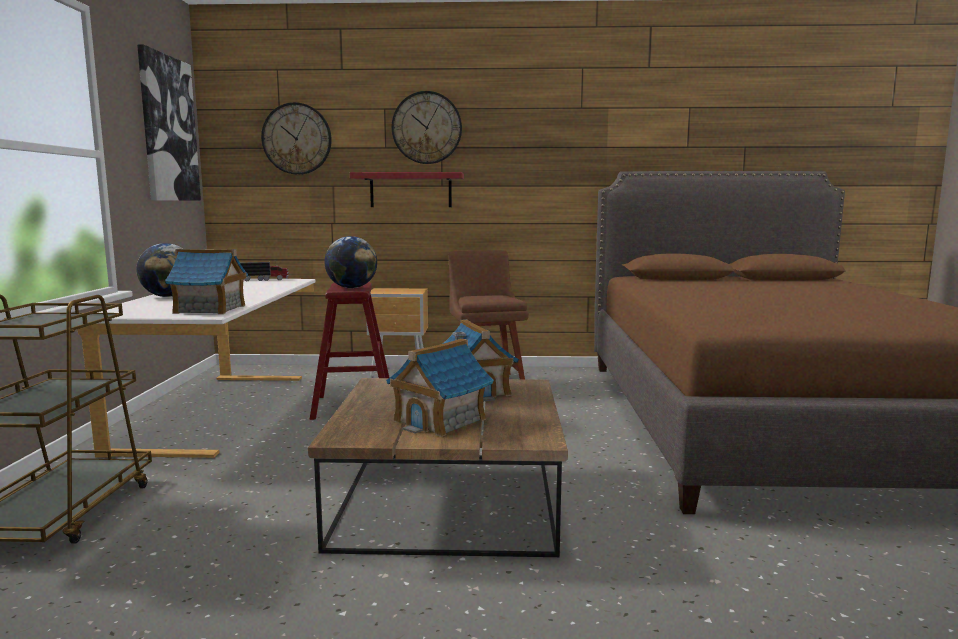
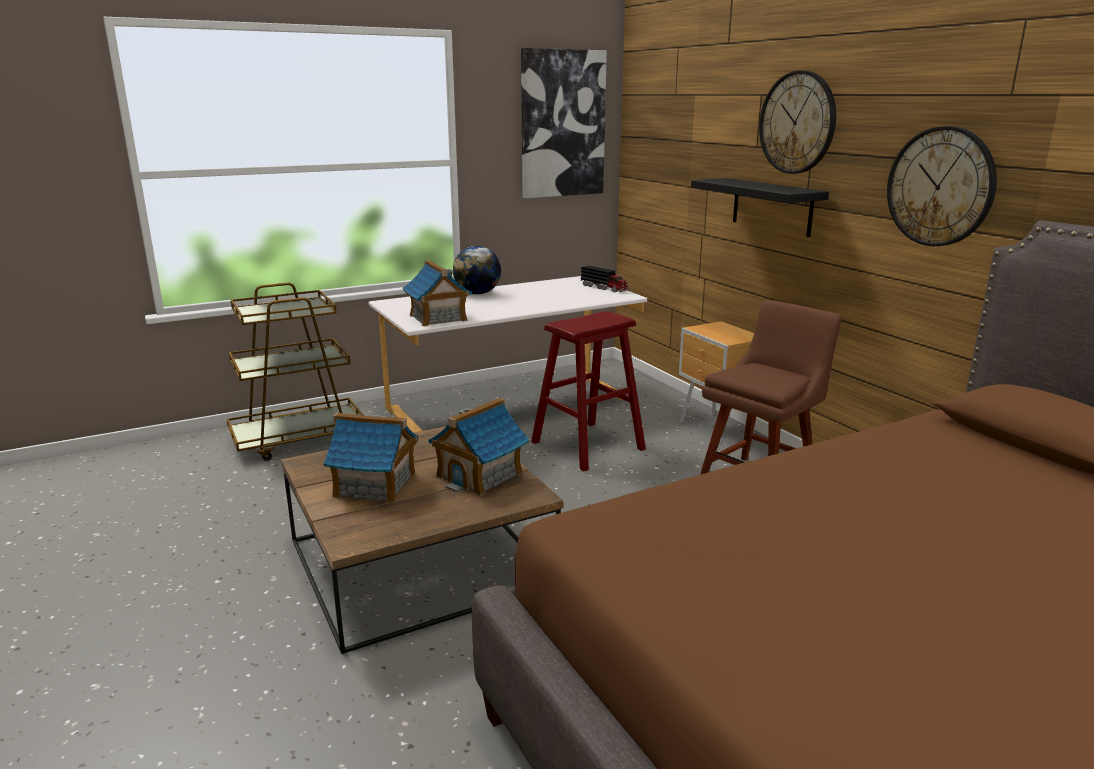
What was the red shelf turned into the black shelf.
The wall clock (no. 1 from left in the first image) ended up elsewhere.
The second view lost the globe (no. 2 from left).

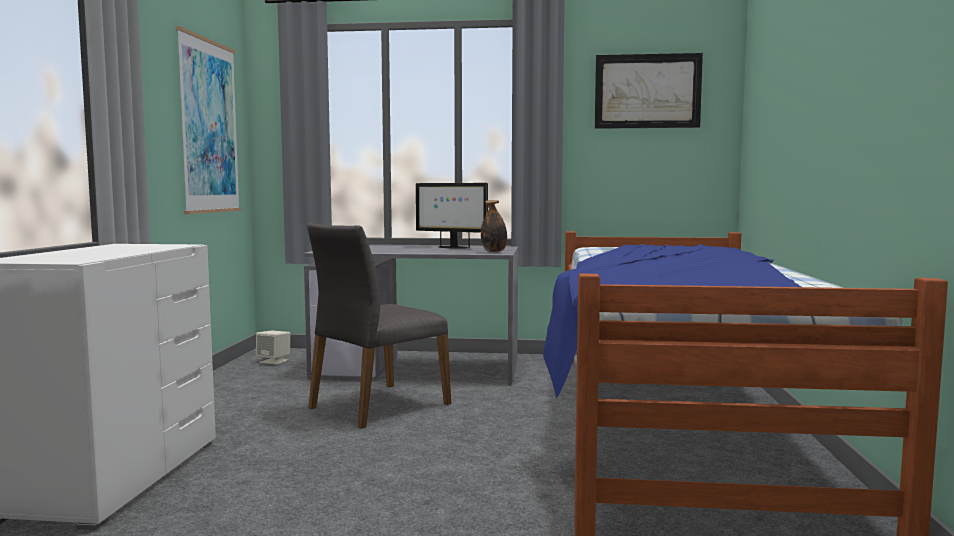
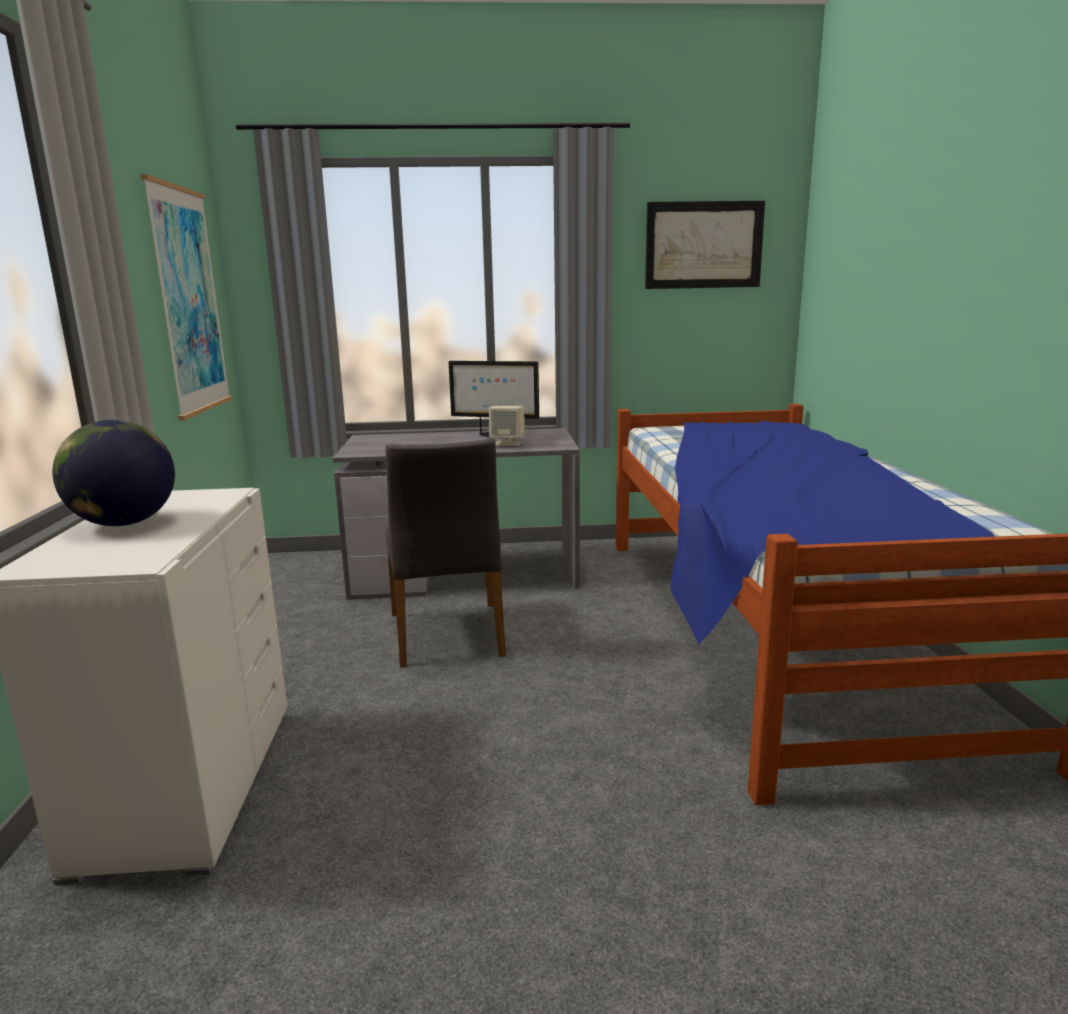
The second view gained the globe.
The grey chair ended up facing another way, 45 degrees counterclockwise from before.
The beige speaker ended up elsewhere.
The second view lost the bottle.

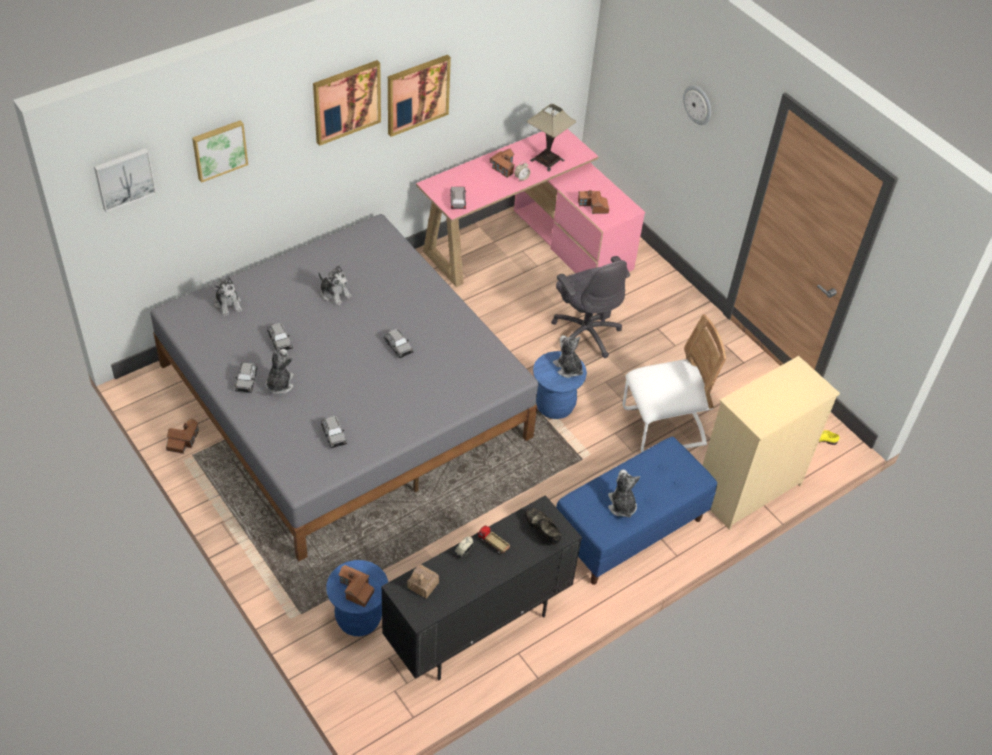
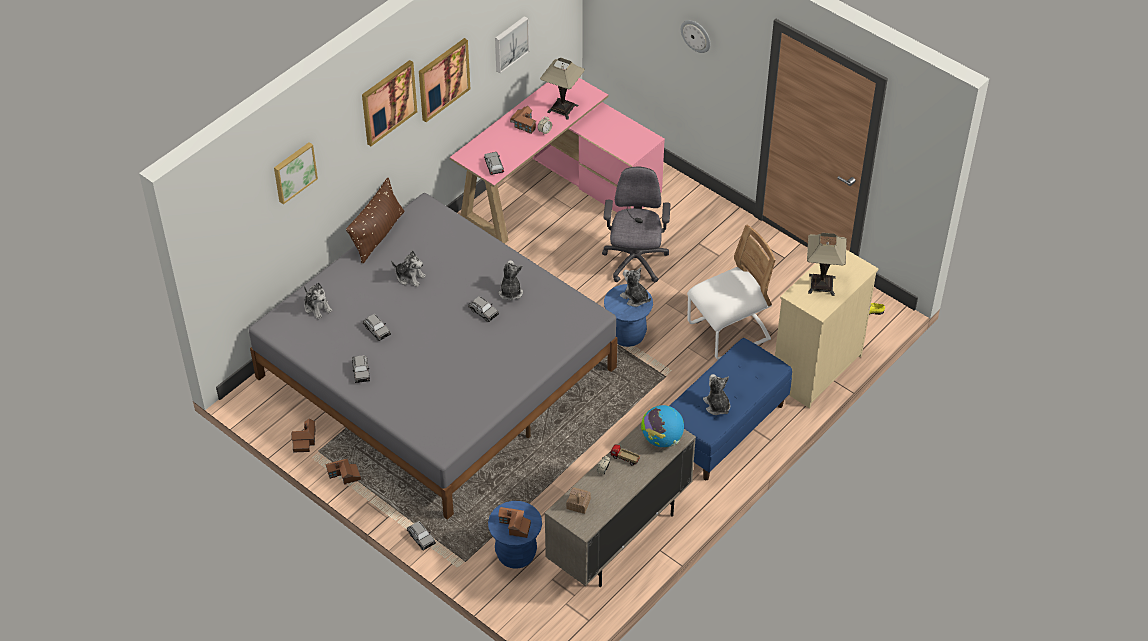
The toy house (no. 5 from left in the first image) ended up elsewhere.
The second view gained the brown pillow.
The grey toy car (no. 3 from left) ended up elsewhere.
The picture (no. 1 from left in the first image) ended up elsewhere.
The plush toy (no. 2 from left in the first image) ended up elsewhere.
What was the black cabinet turned into the beige cabinet.
The grey office chair ended up facing another way, 135 degrees counterclockwise from before.
Where the black shoe stood, the globe came to stand.
The second view gained the table lamp (no. 2 from left).

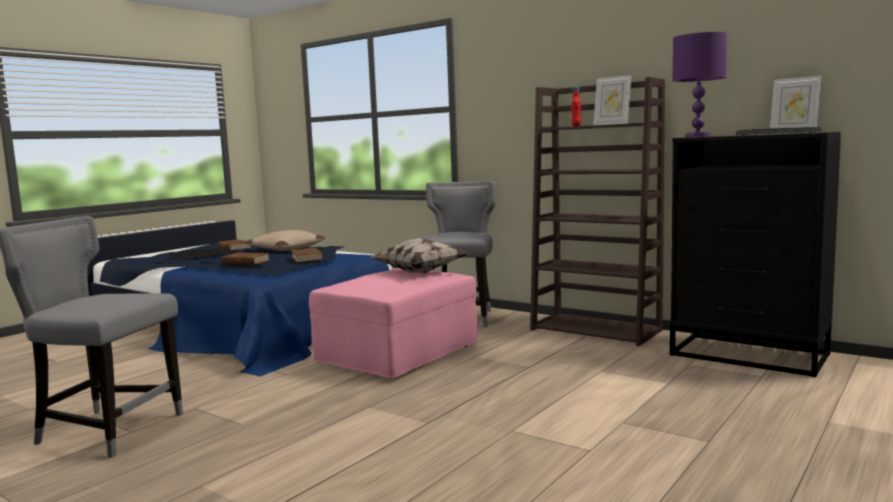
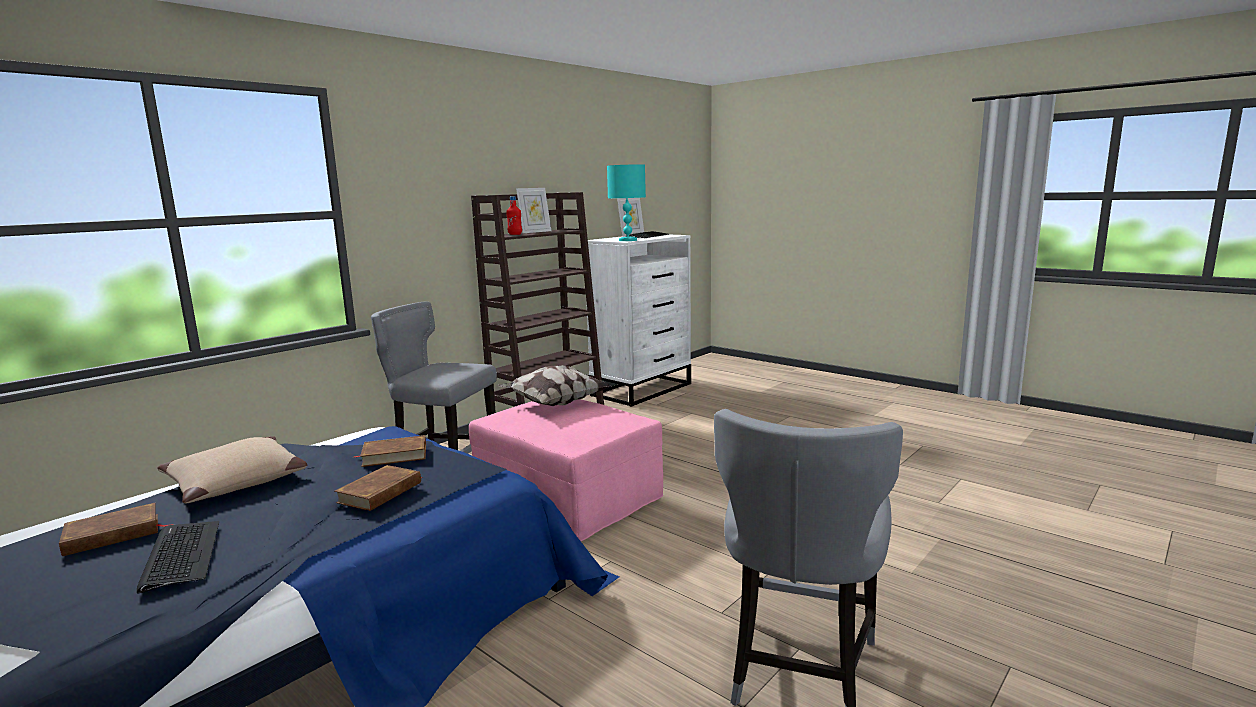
What was the black dresser turned into the white dresser.
What was the purple table lamp turned into the turquoise table lamp.

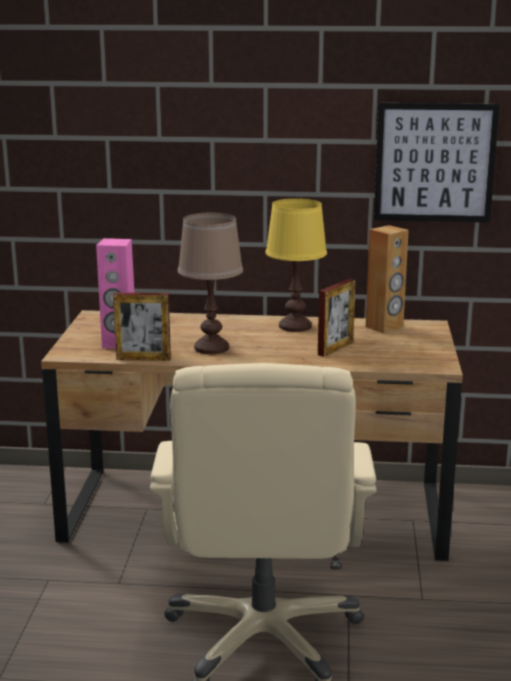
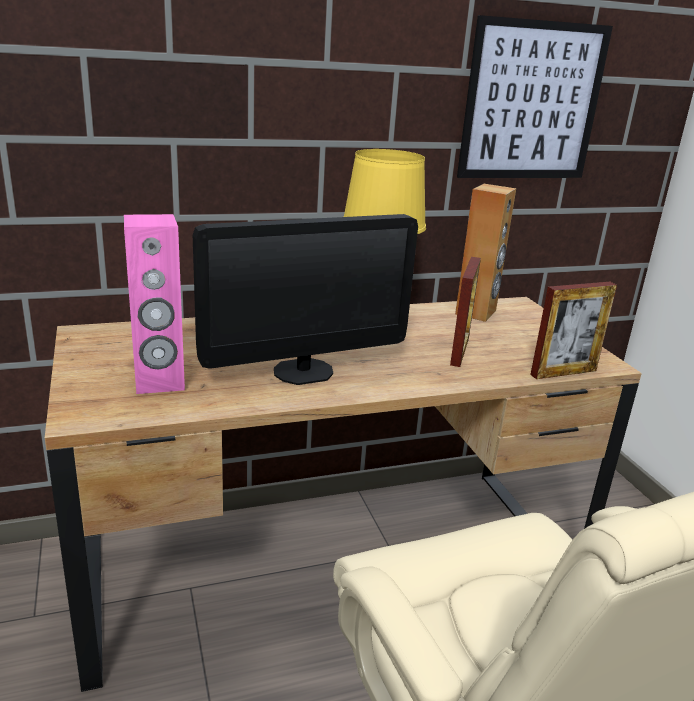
Where the brown table lamp stood, the monitor came to stand.
The picture frame (no. 1 from left in the first image) ended up elsewhere.

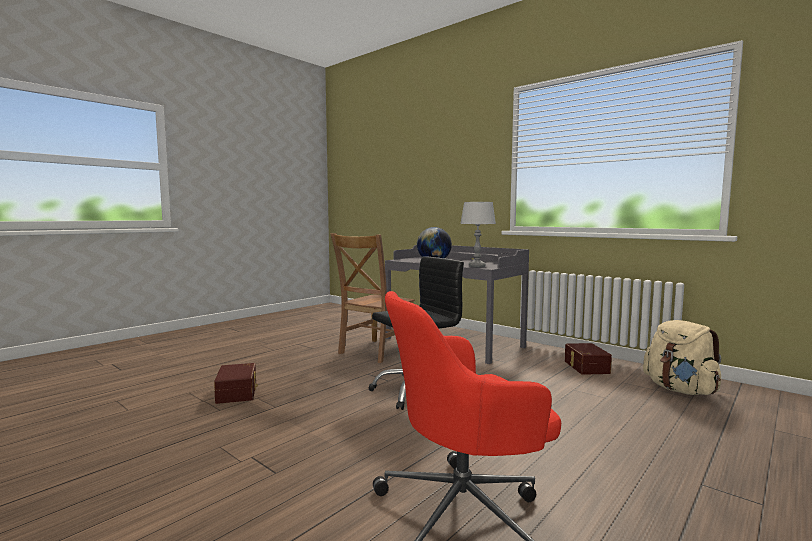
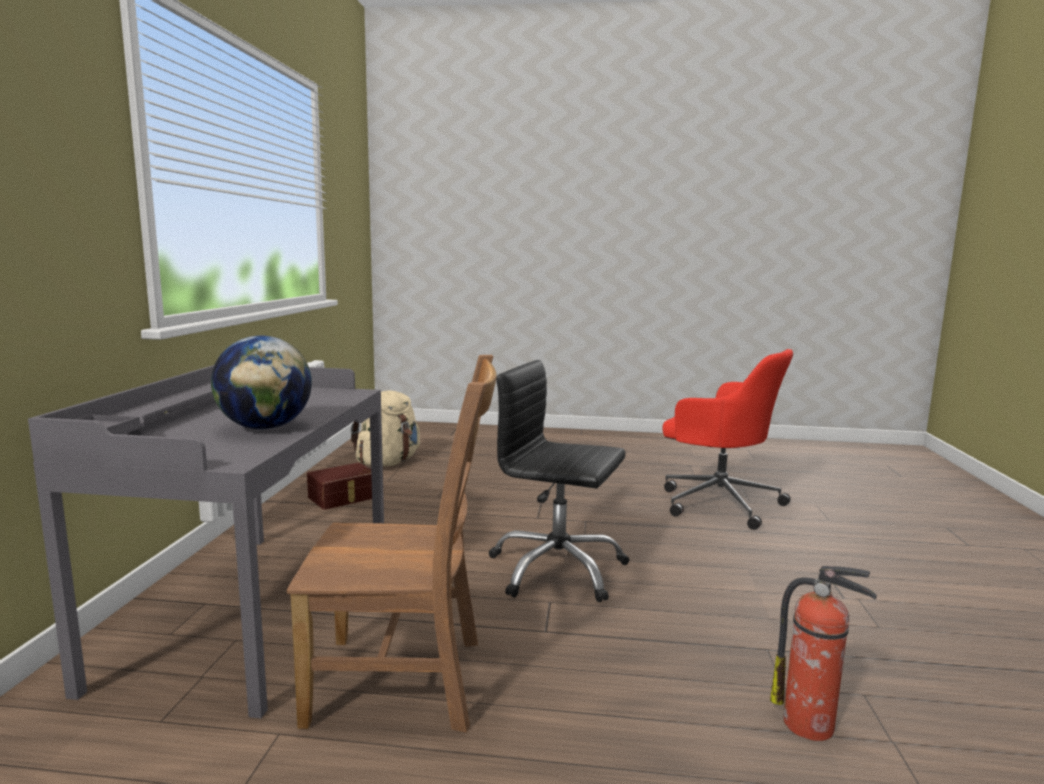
Where the brown storage box (no. 1 from left) stood, the fire extinguisher came to stand.
The second view lost the grey table lamp.

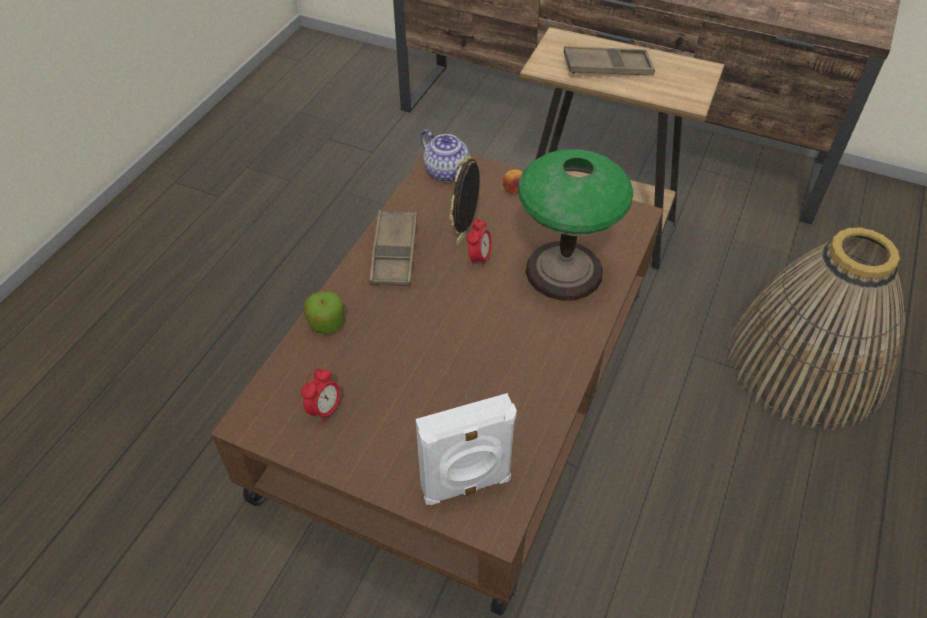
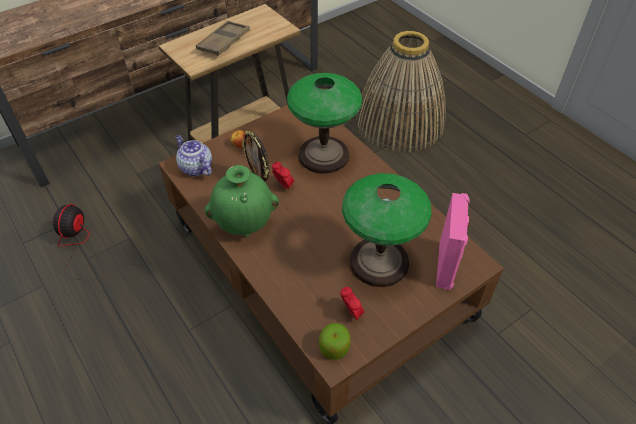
The second view gained the fan.
The teapot ended up facing another way, 120 degrees counterclockwise from before.
Where the brown tray (no. 1 from left) stood, the green vase came to stand.
The apple (no. 1 from left in the first image) ended up elsewhere.
The second view gained the table lamp (no. 2 from left).
What was the white speaker turned into the pink speaker.

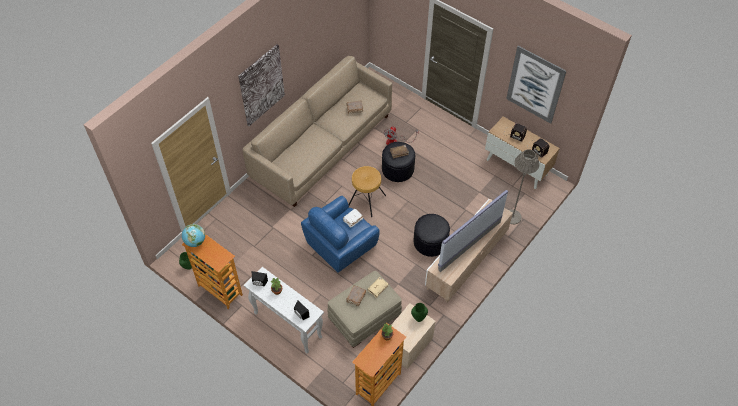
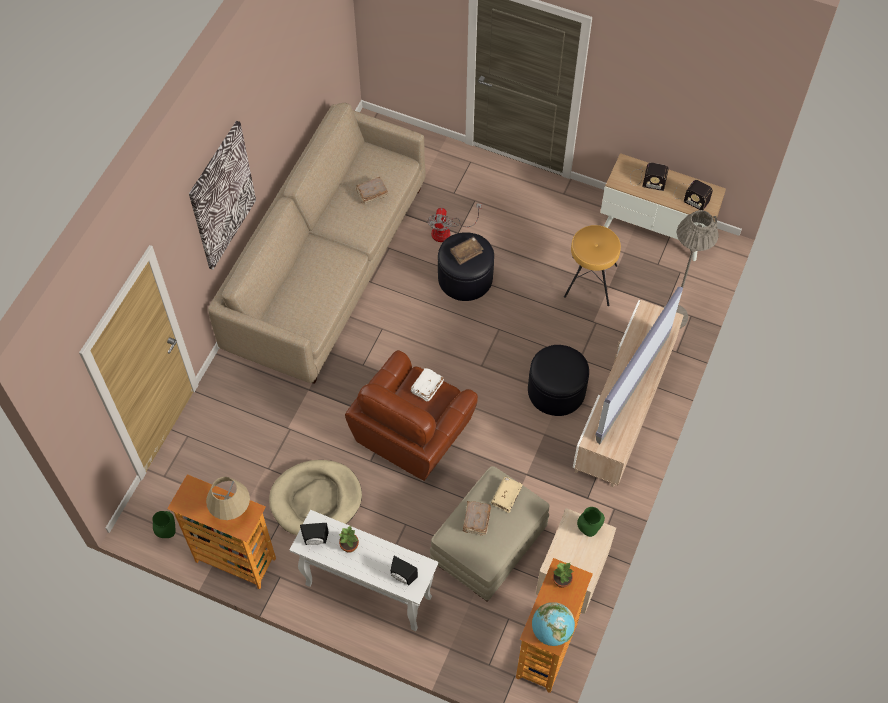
The second view gained the beige table lamp.
The second view gained the beige dog bed.
What was the blue armchair turned into the brown armchair.
The globe ended up elsewhere.
The brown stool ended up elsewhere.
The second view lost the picture (no. 2 from left).

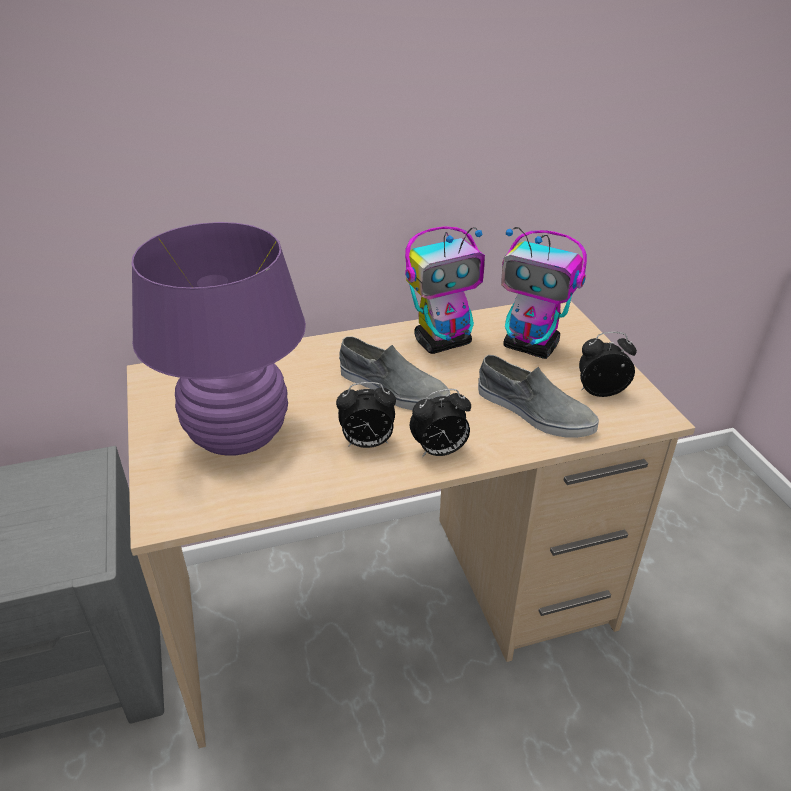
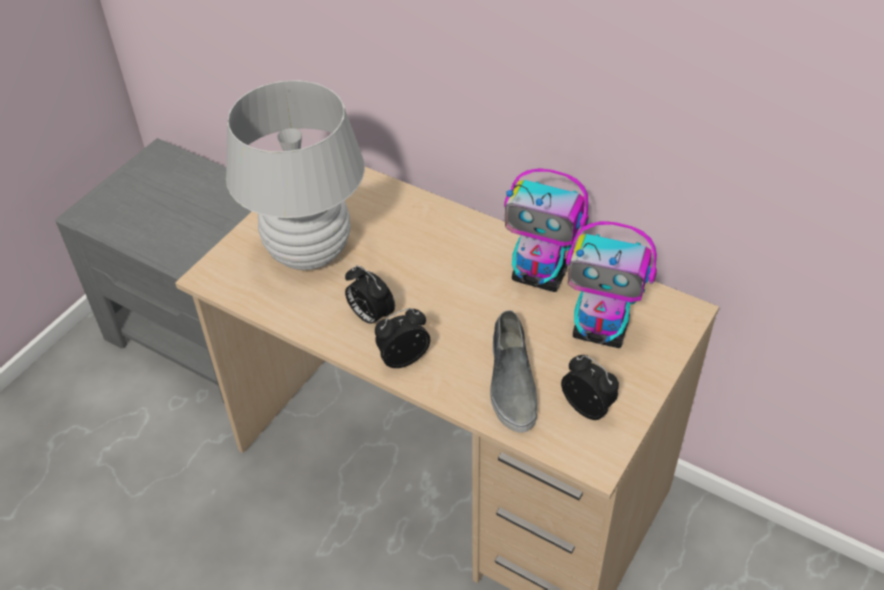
What was the purple table lamp turned into the white table lamp.
The alarm clock (no. 2 from left) ended up facing another way, 120 degrees clockwise from before.
The toy robot (no. 2 from left) ended up facing another way, 60 degrees counterclockwise from before.
The second view lost the grey shoe (no. 1 from left).

